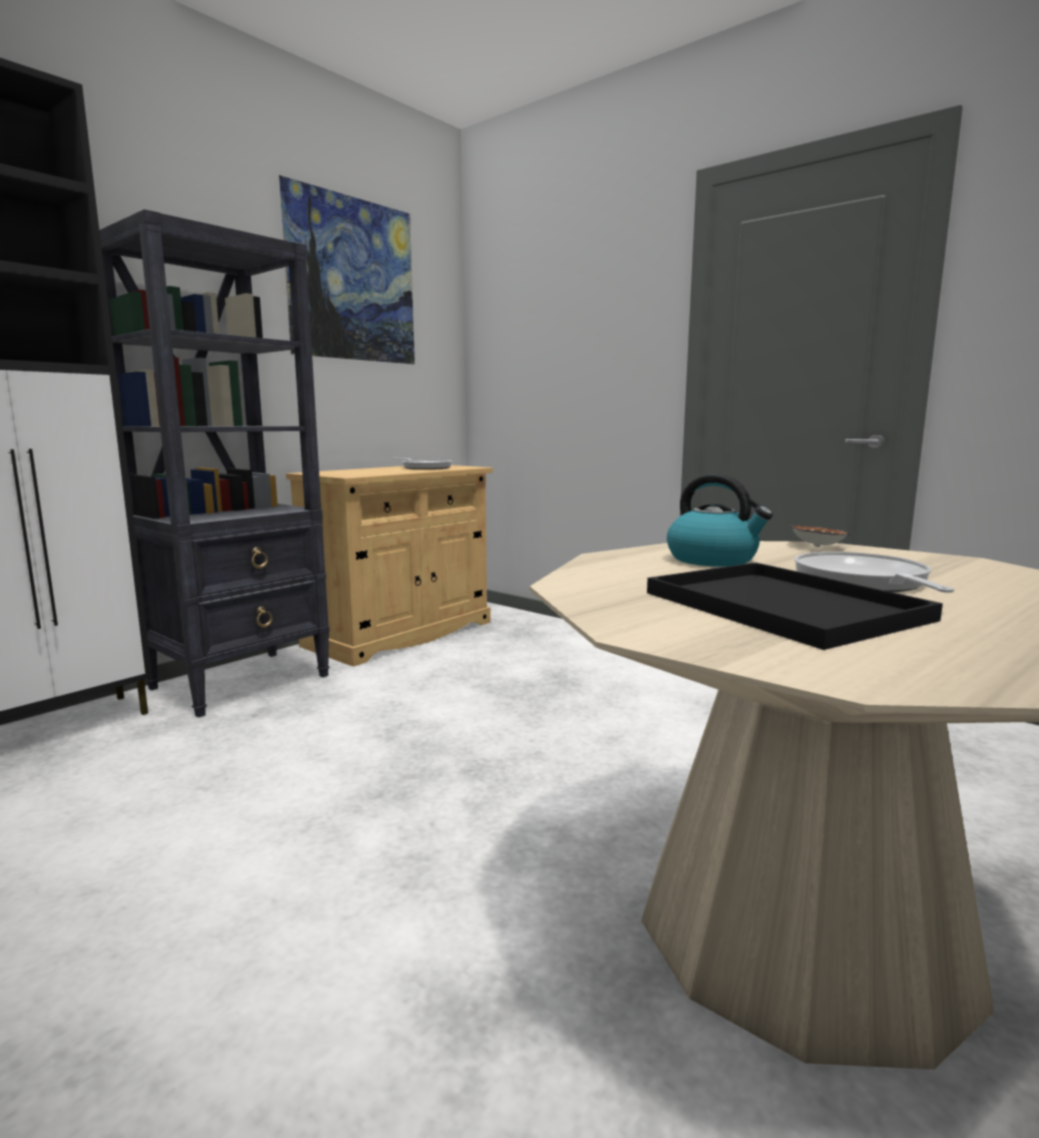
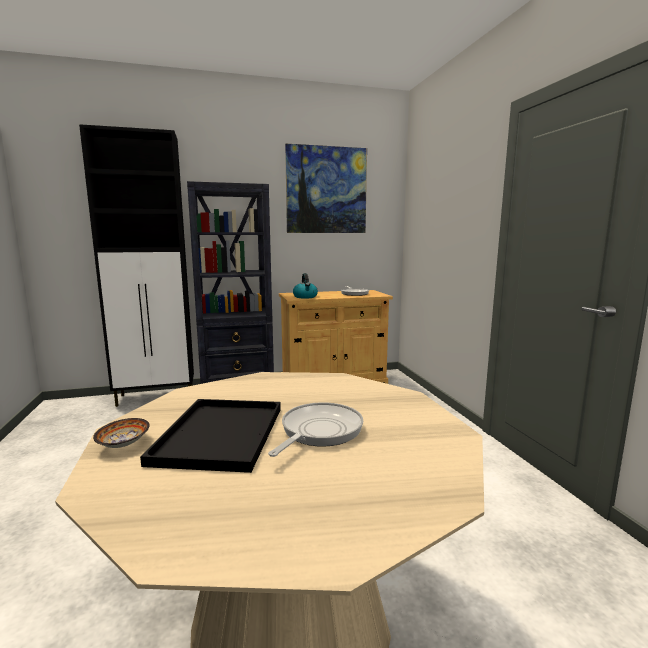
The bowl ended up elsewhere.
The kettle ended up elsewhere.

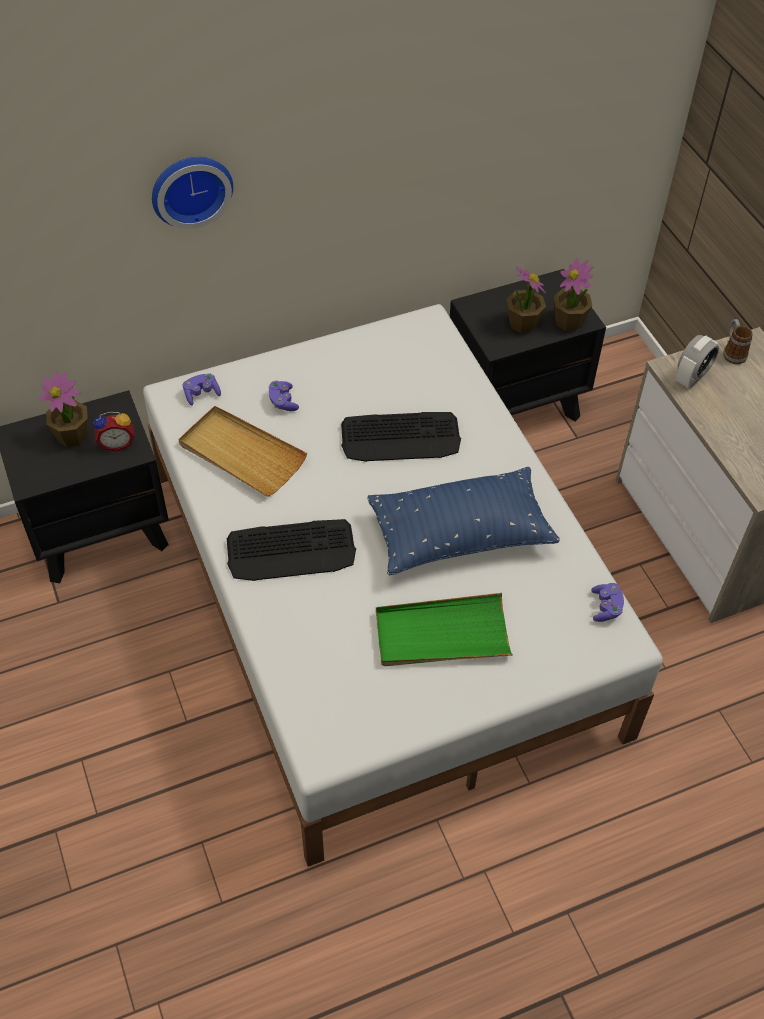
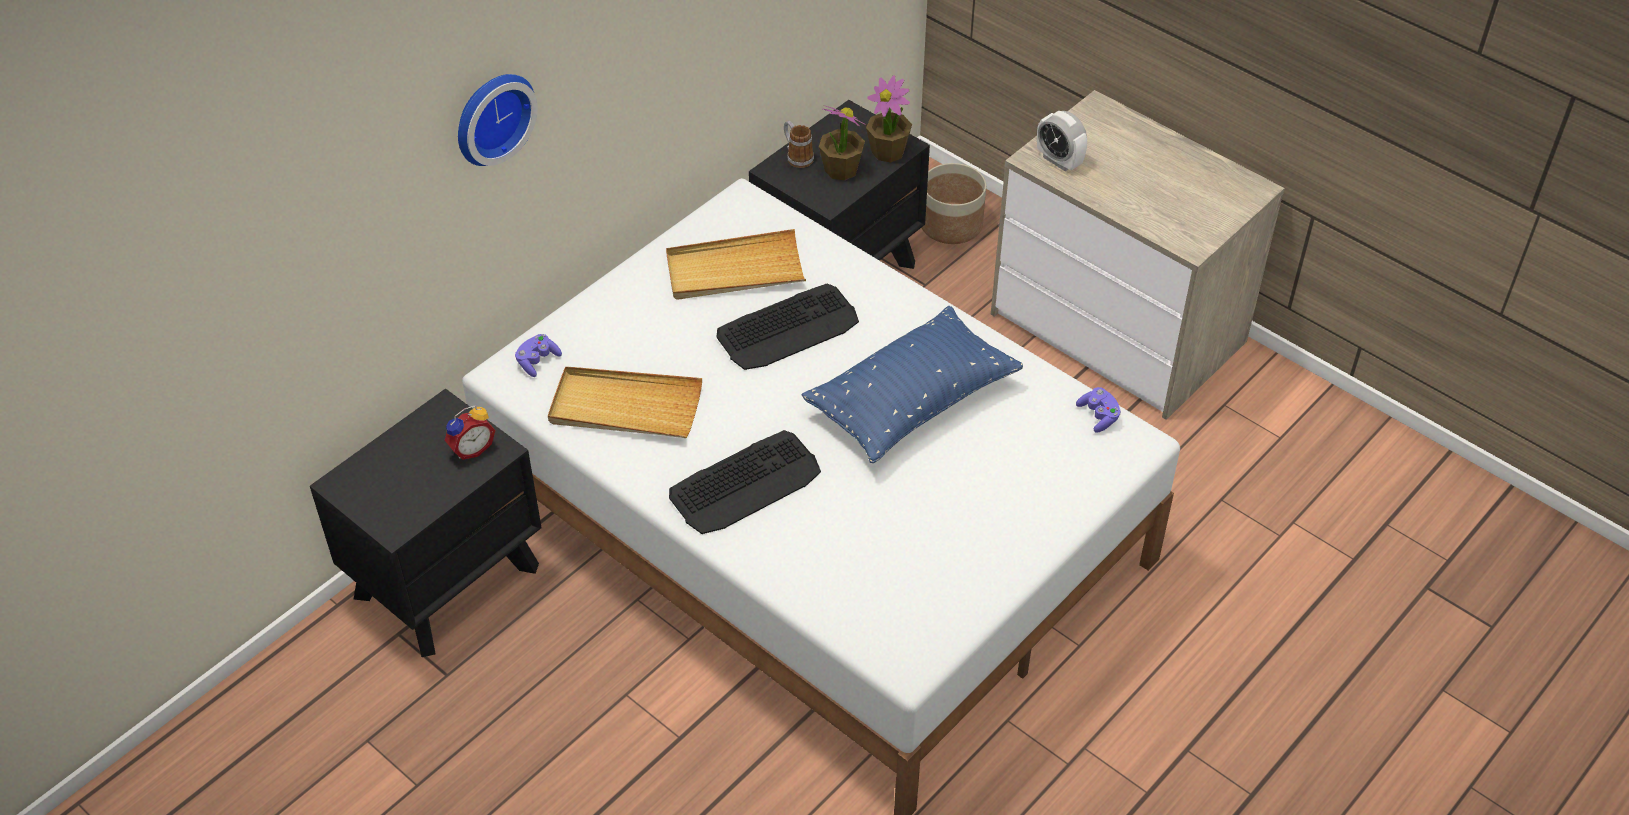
The second view gained the beige tray (no. 2 from left).
The mug ended up elsewhere.
The second view gained the planter.
The alarm clock (no. 2 from left) ended up facing another way, 120 degrees clockwise from before.
The second view lost the potted plant (no. 1 from left).
The second view lost the purple game controller (no. 2 from left).
The second view lost the green tray.

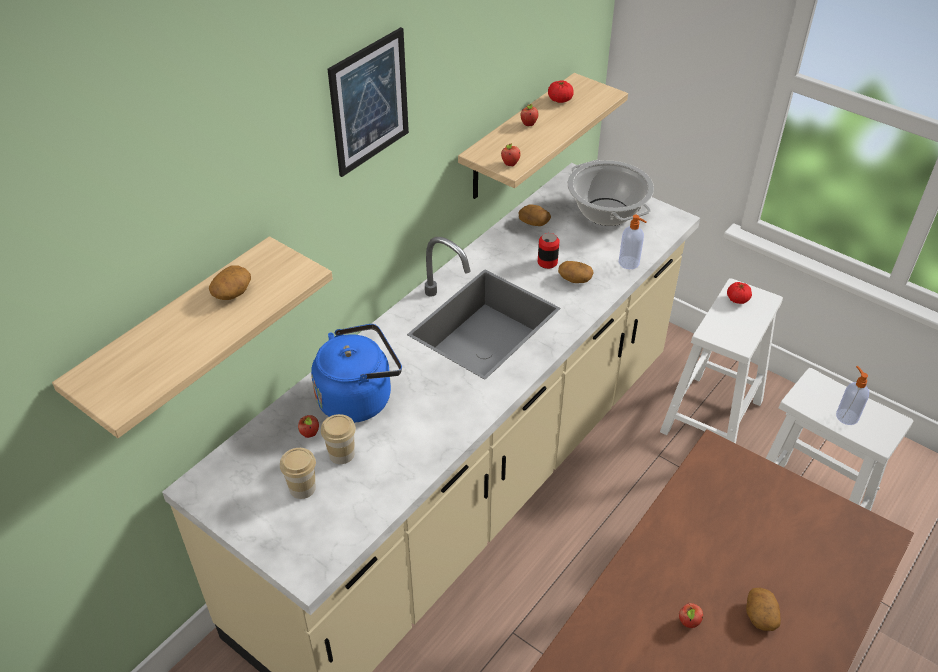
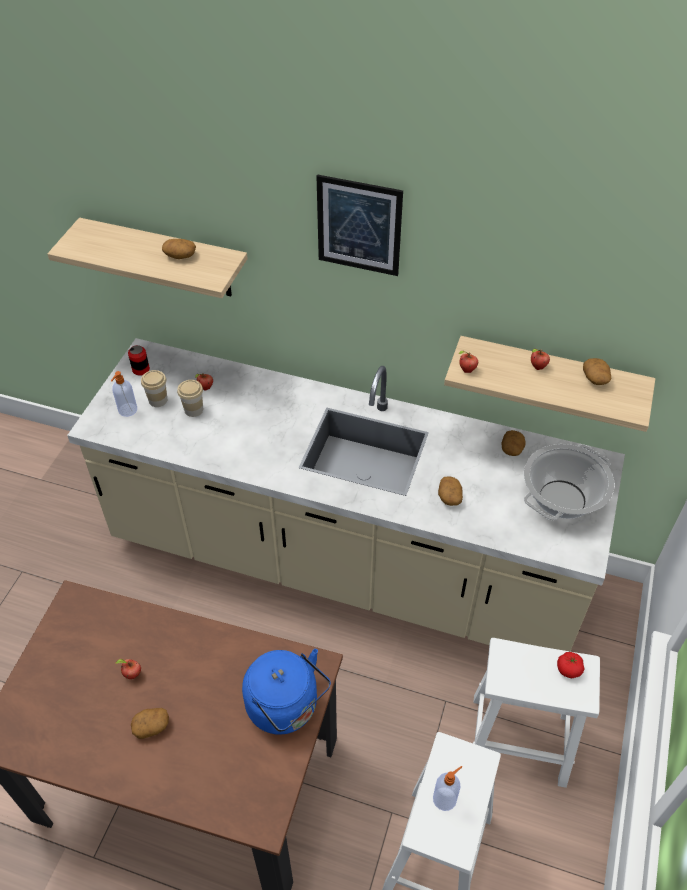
The soap dispenser (no. 1 from left) ended up elsewhere.
The can ended up elsewhere.
The blue kettle ended up elsewhere.
Where the tomato (no. 1 from left) stood, the potato (no. 5 from left) came to stand.

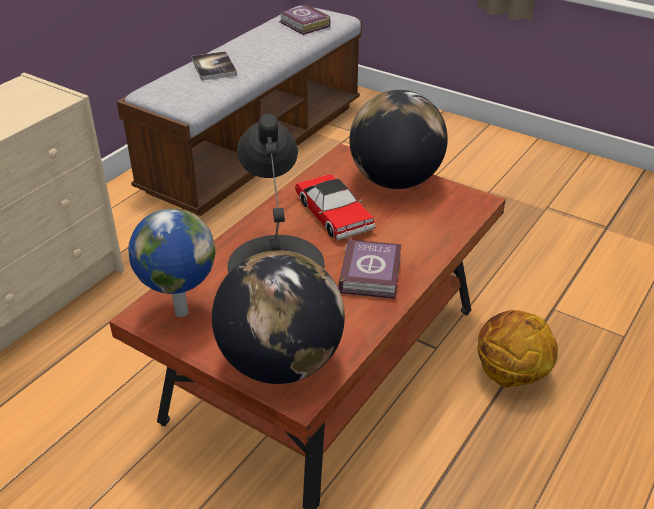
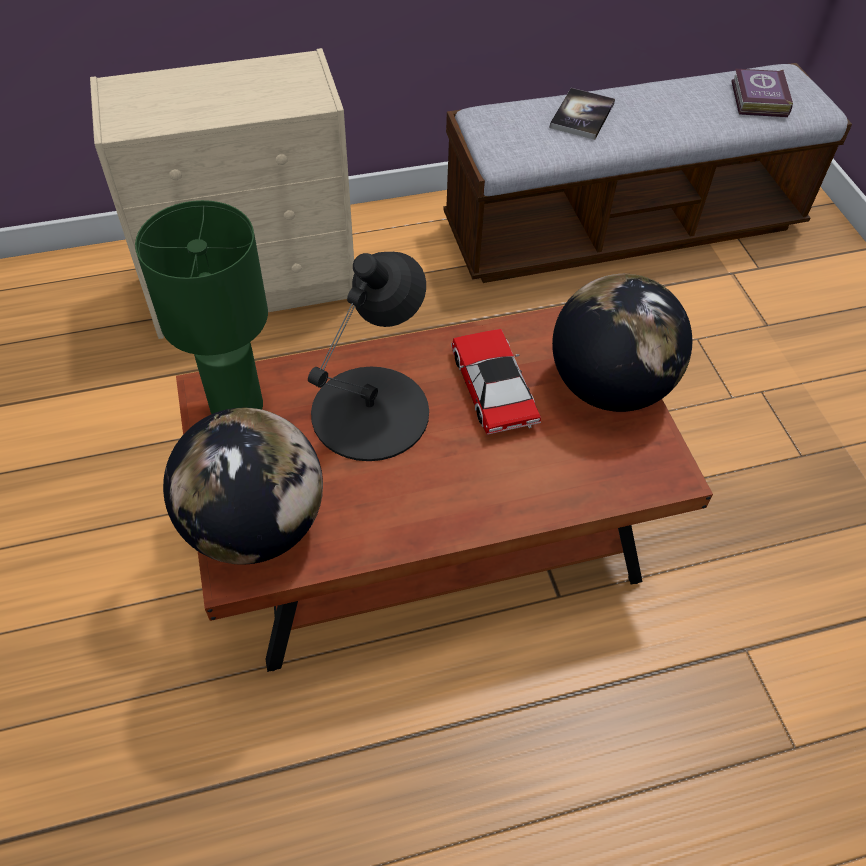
Where the globe (no. 1 from left) stood, the green table lamp came to stand.
The toy car ended up facing another way, 150 degrees clockwise from before.
The second view lost the book (no. 3 from left).
The second view lost the basketball.

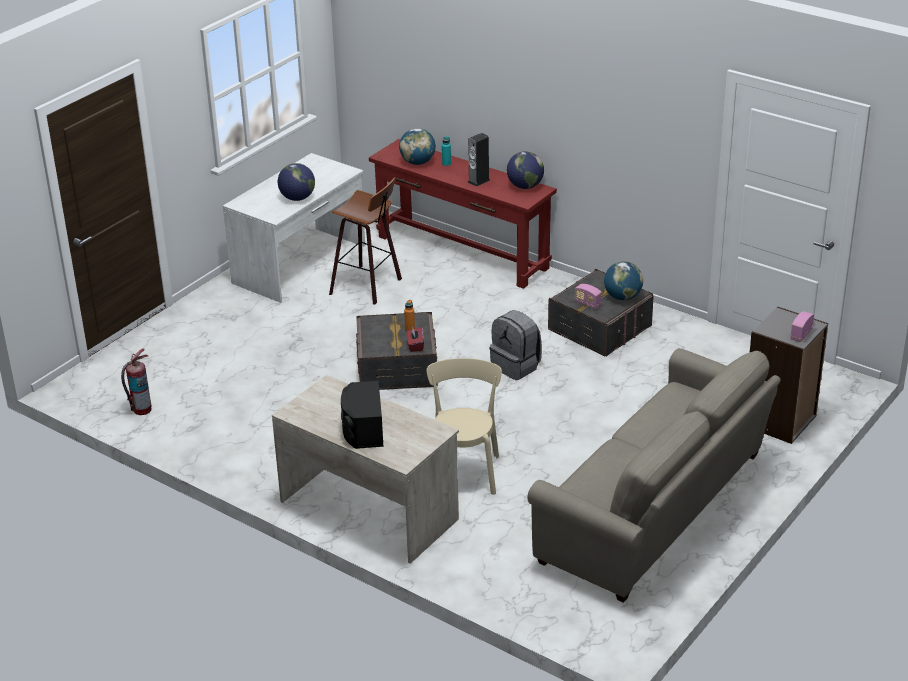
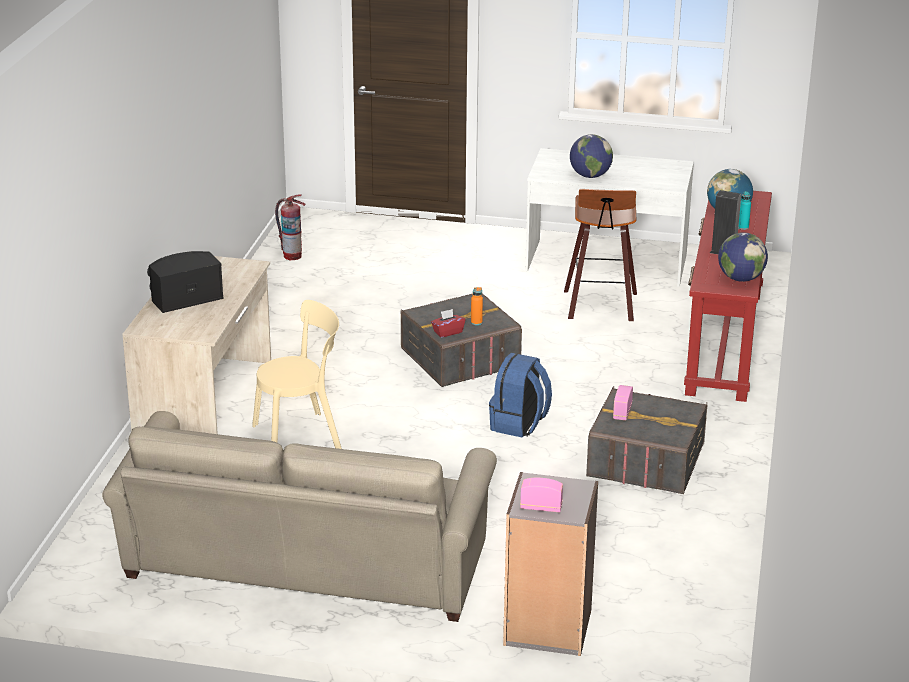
What was the grey backpack turned into the blue backpack.
The second view lost the globe (no. 4 from left).

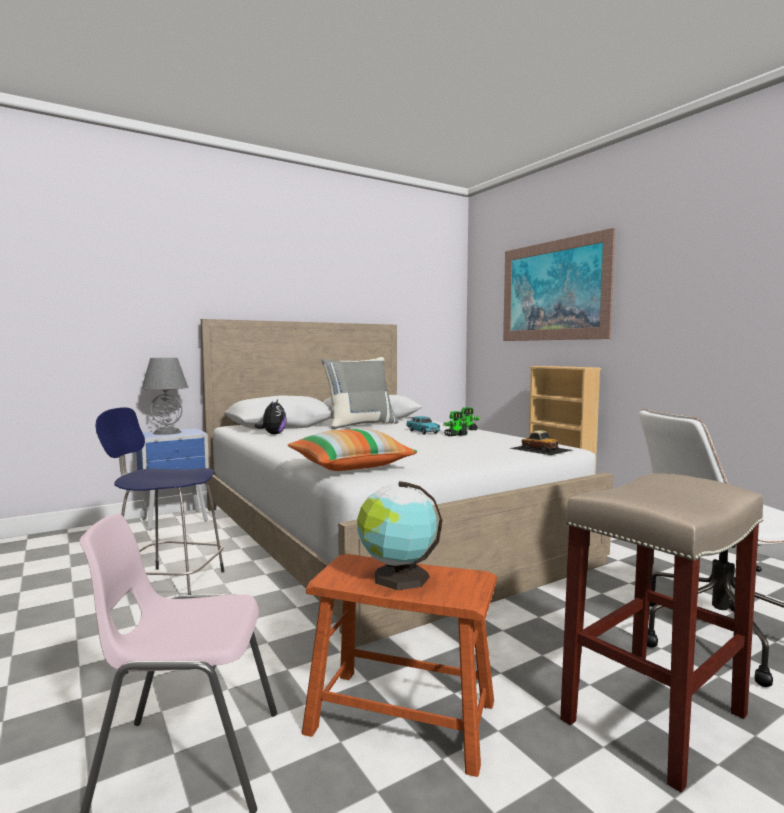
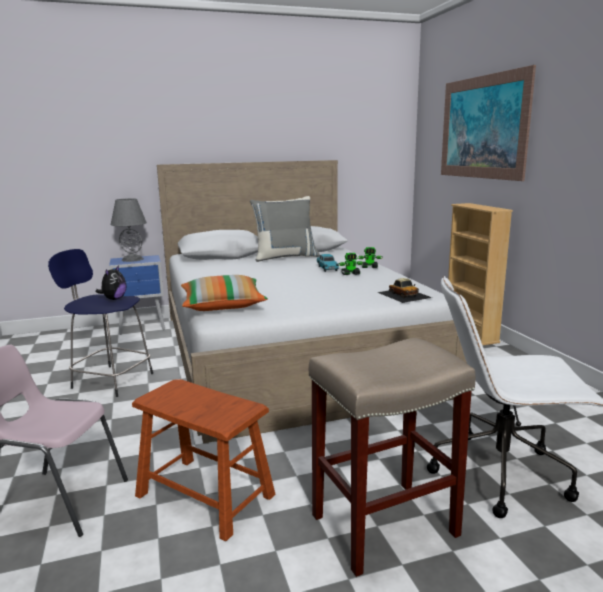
The plush toy ended up elsewhere.
The second view lost the globe.

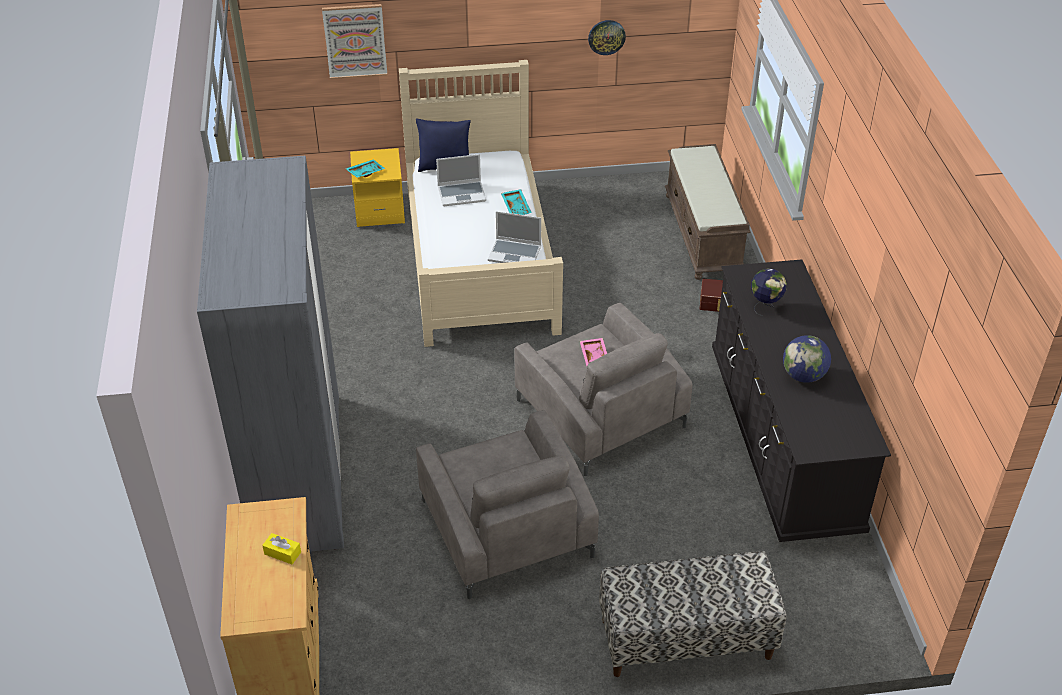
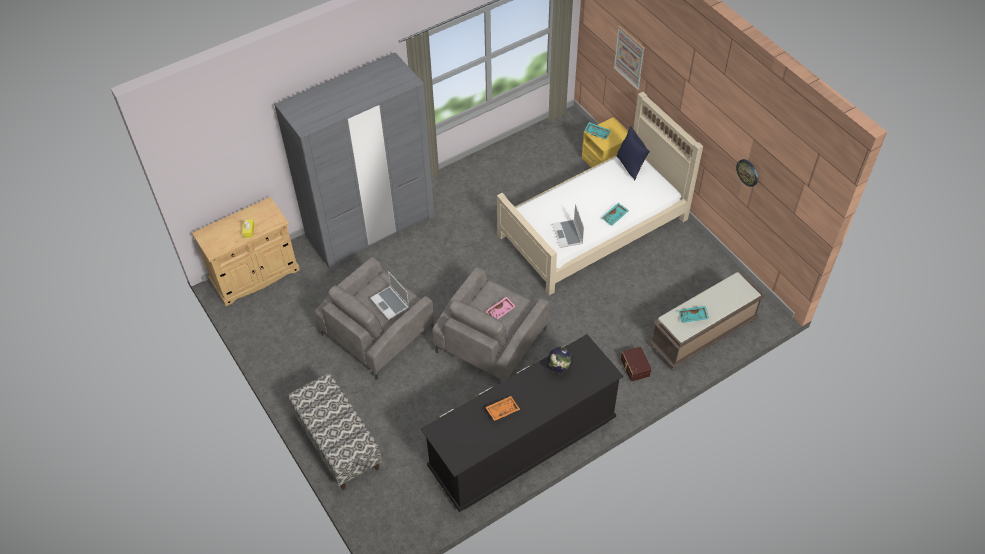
The laptop (no. 1 from left) ended up elsewhere.
Where the globe (no. 2 from left) stood, the orange tray came to stand.
The second view gained the turquoise tray (no. 3 from left).

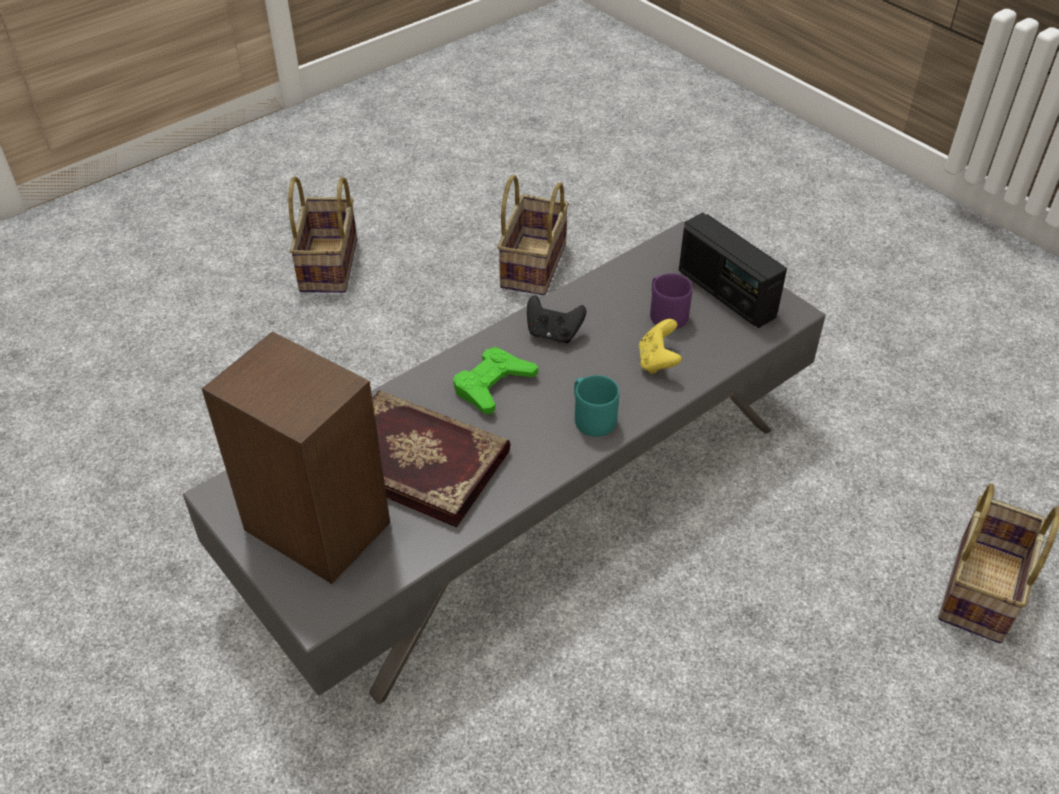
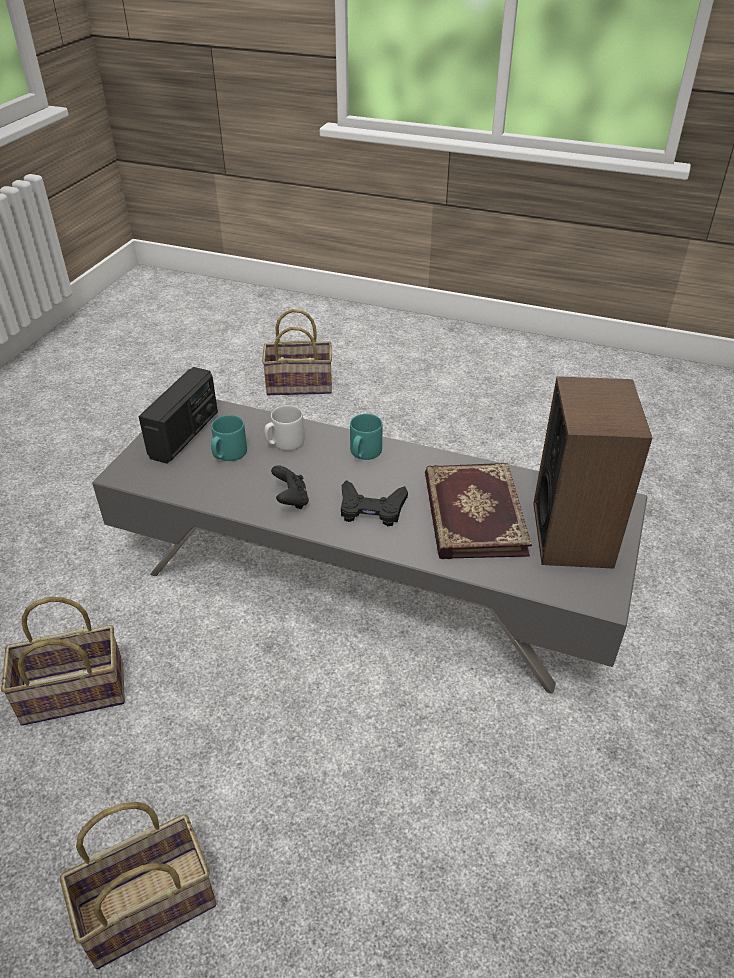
What was the purple mug turned into the turquoise mug (no. 1 from left).
Where the yellow game controller stood, the grey mug came to stand.
What was the green game controller turned into the black game controller (no. 2 from left).

